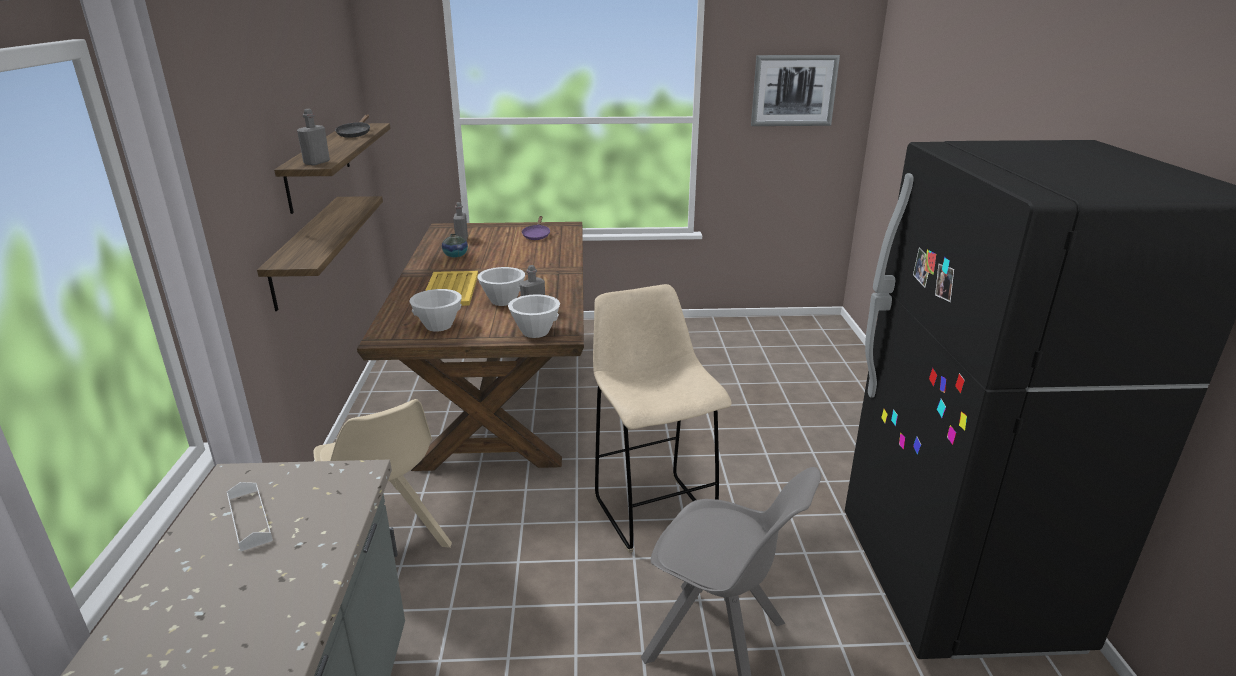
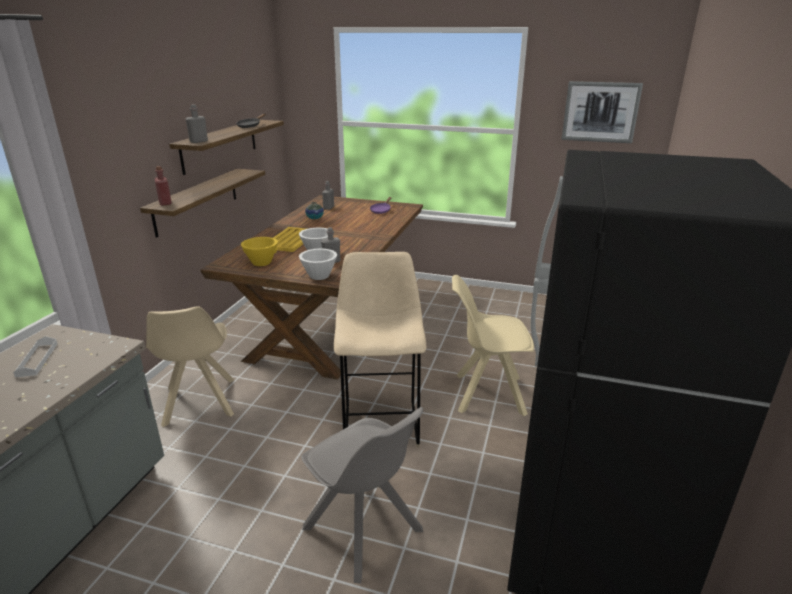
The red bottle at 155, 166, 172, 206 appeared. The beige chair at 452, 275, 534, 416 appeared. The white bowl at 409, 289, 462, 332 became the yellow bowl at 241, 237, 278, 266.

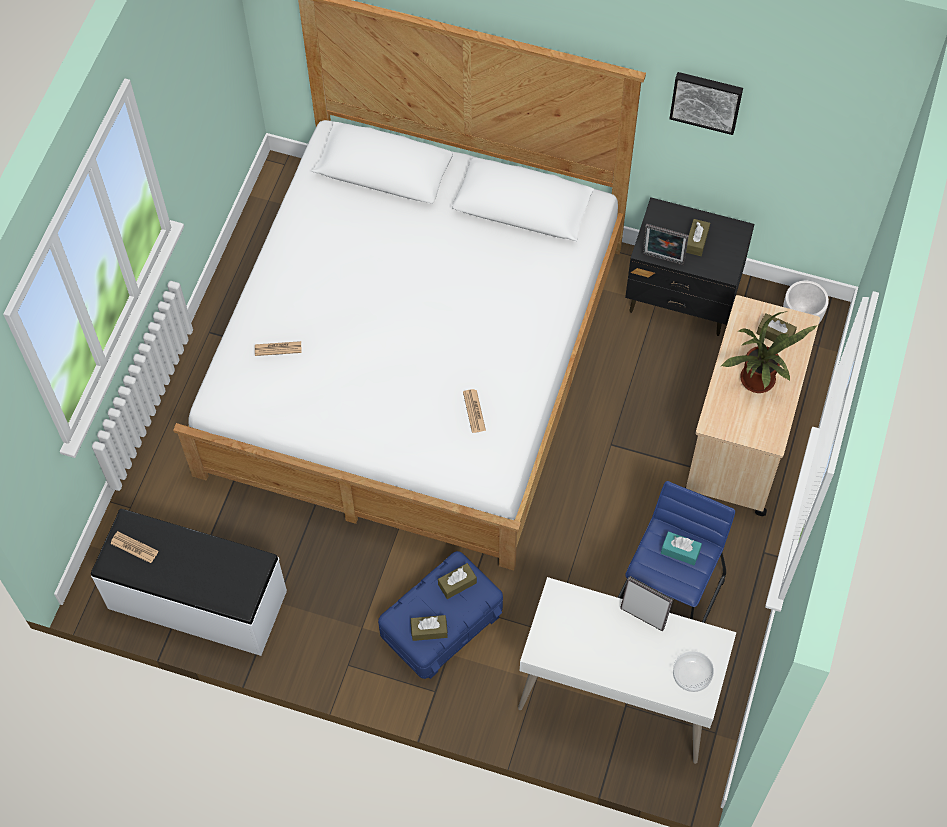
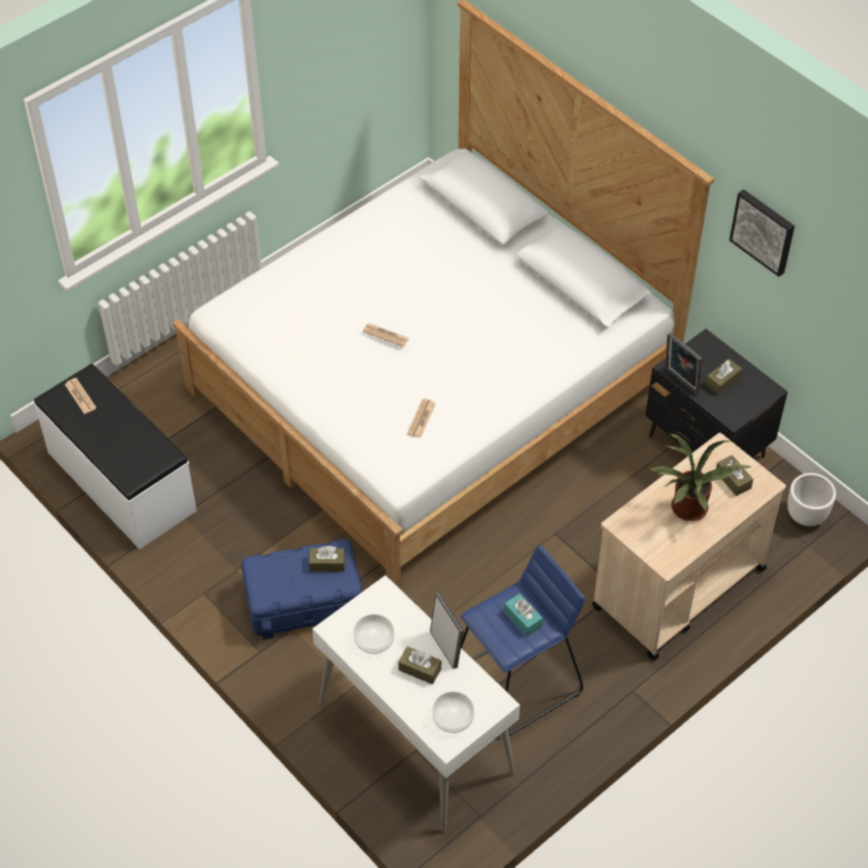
The bowl at 354, 614, 394, 654 appeared. The newspaper moved from 255, 341, 302, 356 to 363, 323, 409, 347. The brown tissue box moved from 411, 615, 448, 641 to 398, 646, 441, 684.

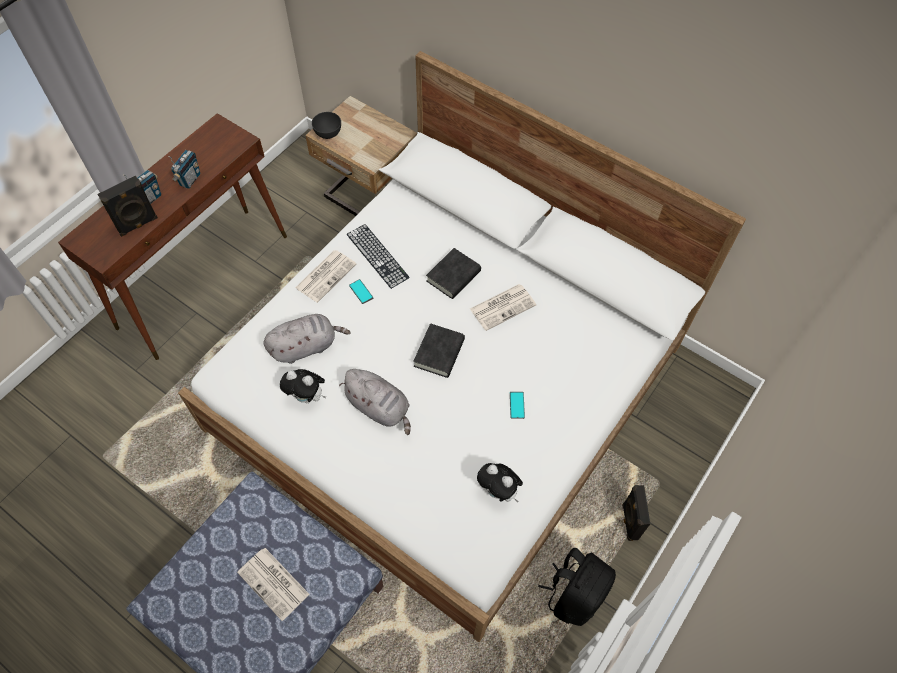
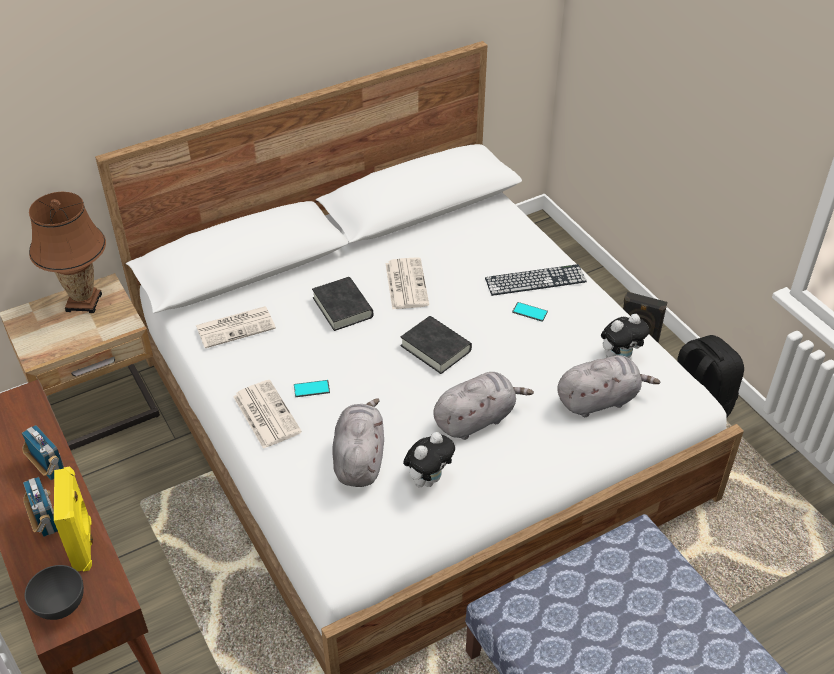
The brown table lamp at 29, 192, 106, 313 appeared. The grey plush toy at 557, 355, 660, 417 appeared. The newspaper moved from 237, 548, 310, 621 to 196, 306, 276, 348. The grey bowl moved from 312, 112, 341, 139 to 25, 565, 84, 620. The keyboard moved from 347, 224, 410, 289 to 485, 264, 587, 296. The black speaker at 97, 176, 158, 237 became the yellow speaker at 54, 466, 93, 572.

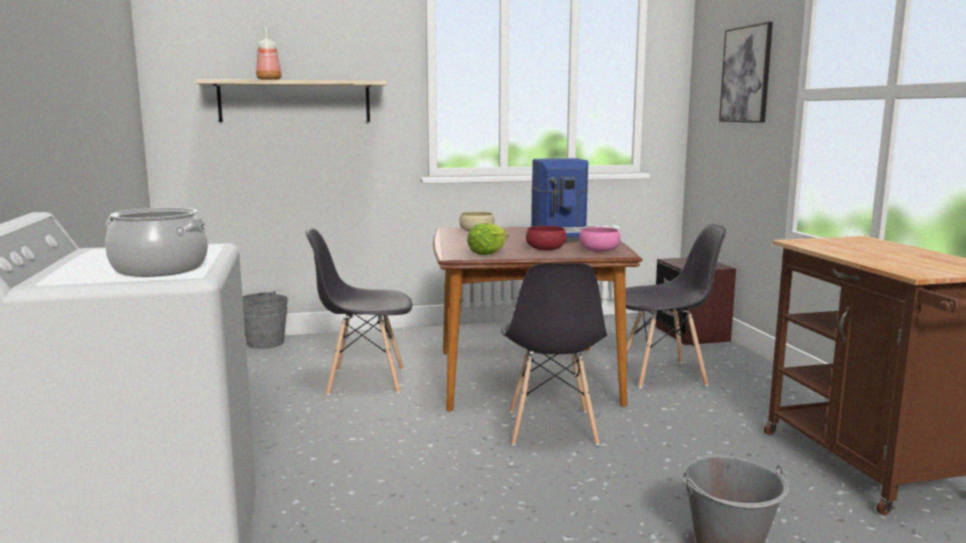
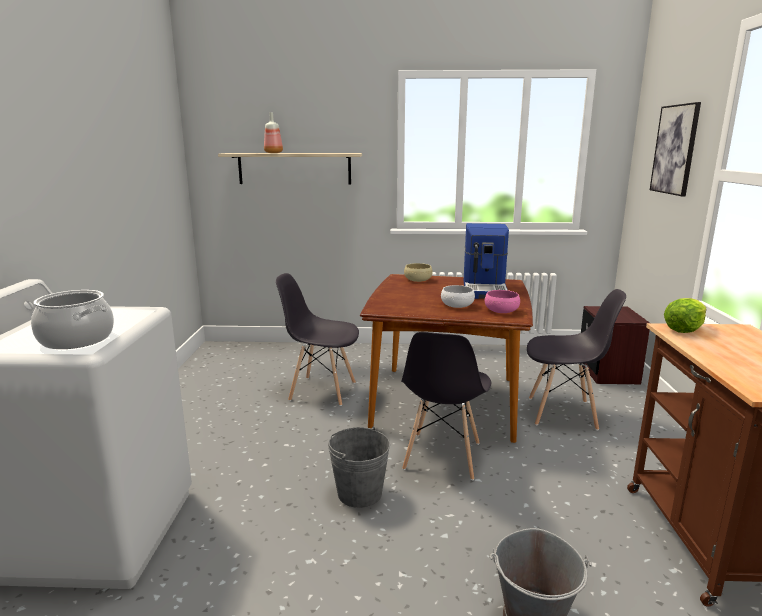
The grey bucket moved from 242, 291, 288, 349 to 328, 427, 390, 508. The lettuce moved from 467, 223, 508, 255 to 664, 298, 706, 333. The red bowl at 526, 226, 566, 250 became the white bowl at 441, 285, 475, 308.

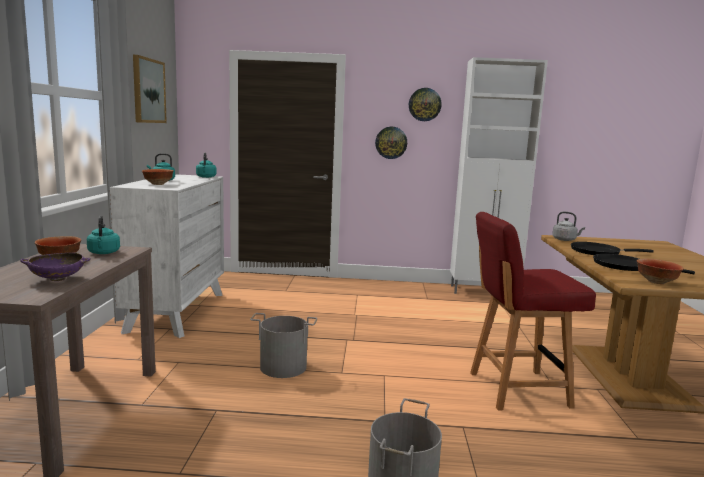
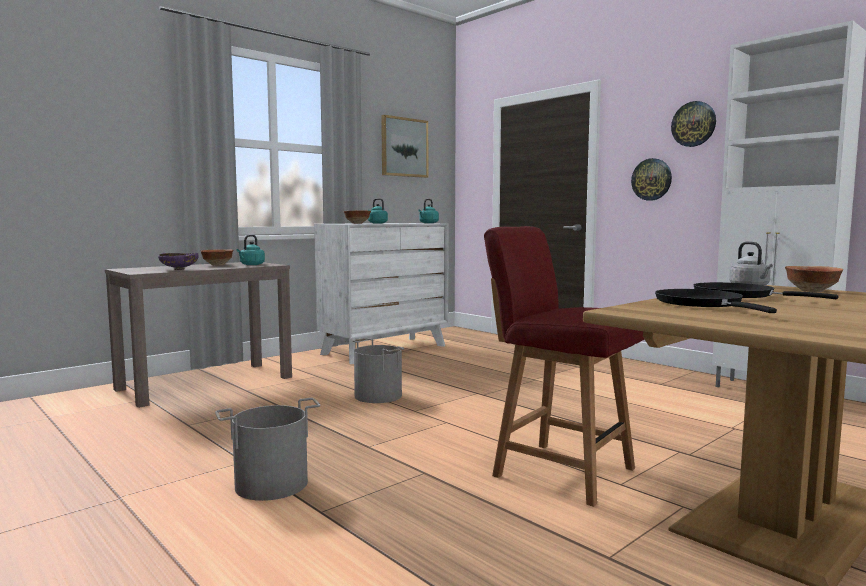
The bowl moved from 637, 258, 684, 284 to 785, 266, 843, 292.

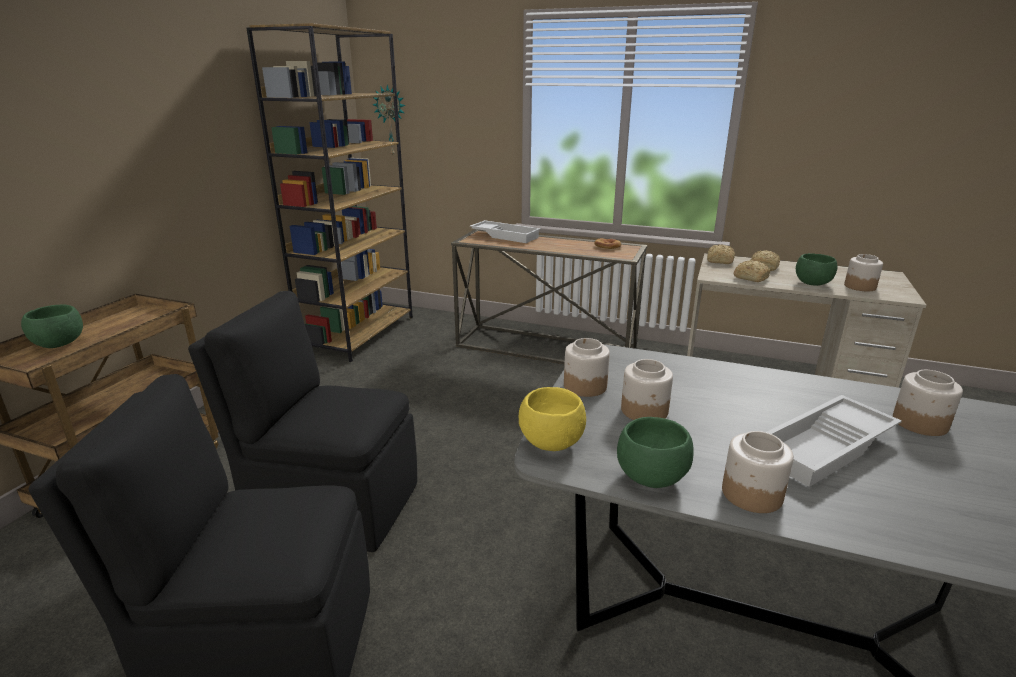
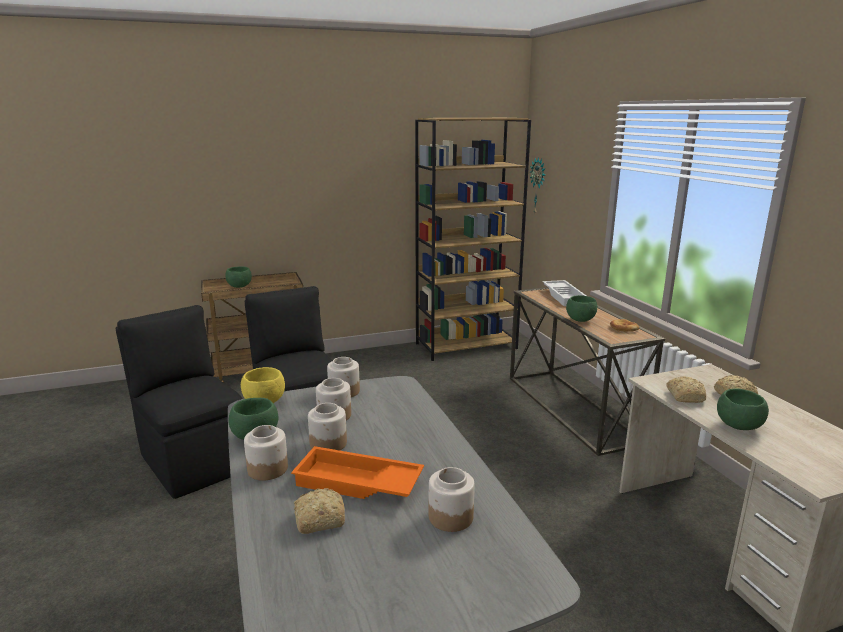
The green bowl at 566, 295, 597, 322 appeared. The bread moved from 707, 244, 735, 264 to 294, 488, 345, 534. The jar moved from 844, 254, 883, 291 to 308, 403, 347, 450. The white tray at 767, 395, 902, 487 became the orange tray at 291, 446, 424, 499.

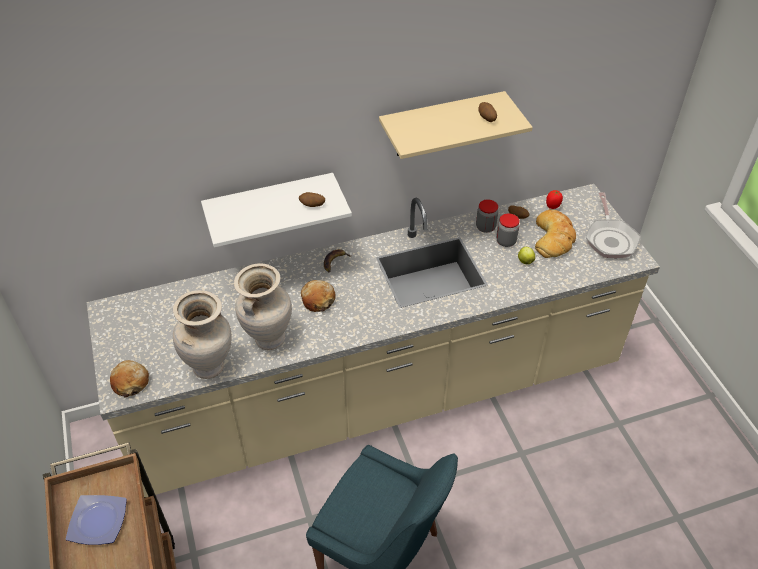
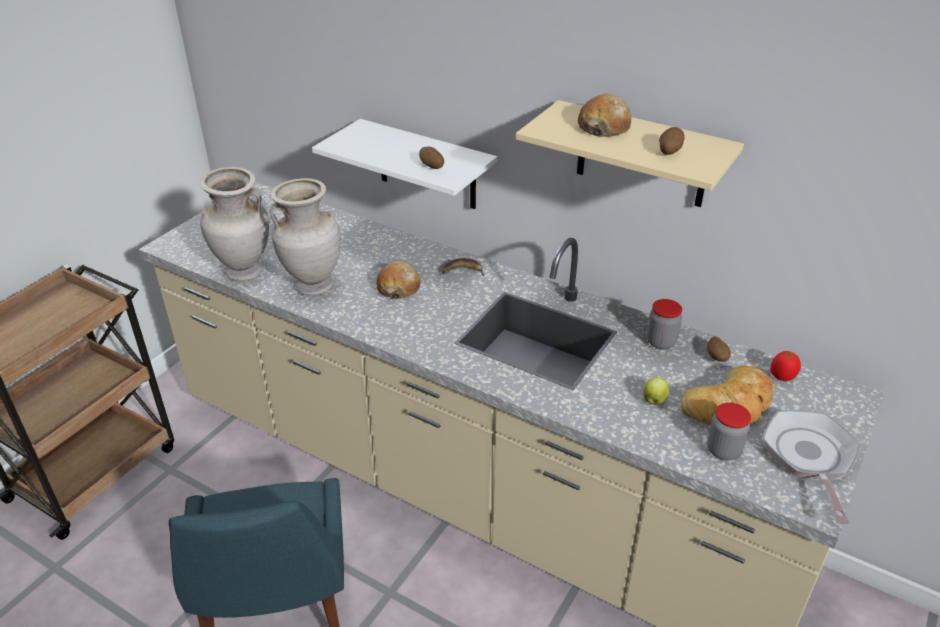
The plate at 66, 495, 127, 545 disappeared. The bread moved from 110, 360, 149, 397 to 578, 93, 631, 137. The jar moved from 496, 213, 520, 247 to 707, 403, 751, 460. The frying pan at 585, 192, 641, 258 turned 135 degrees clockwise.

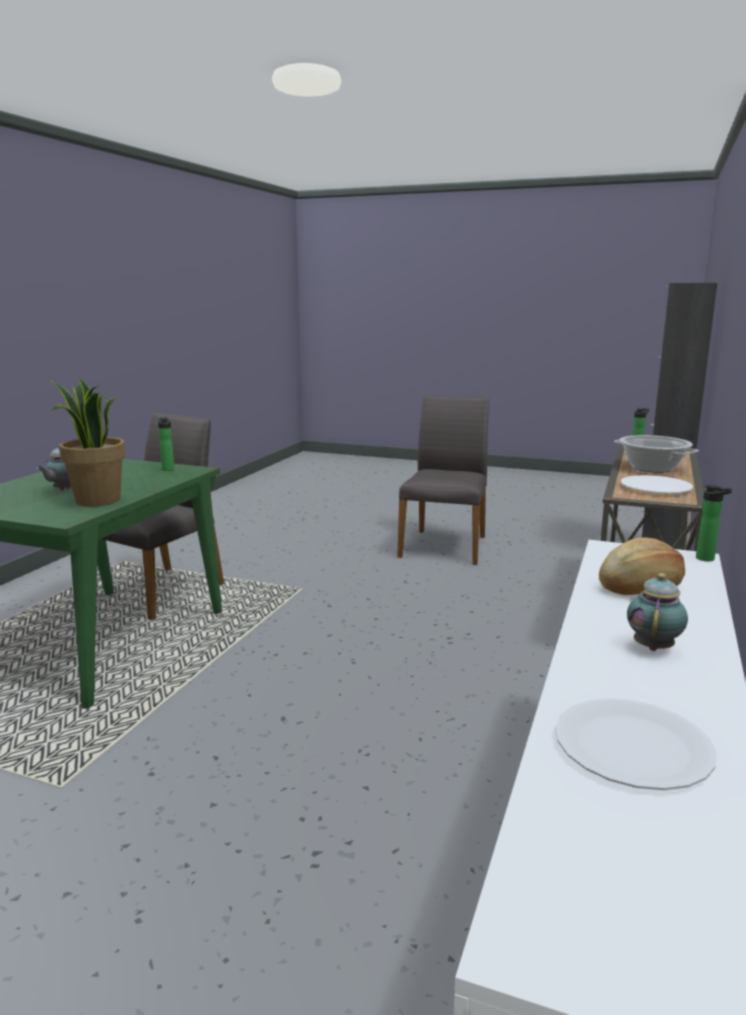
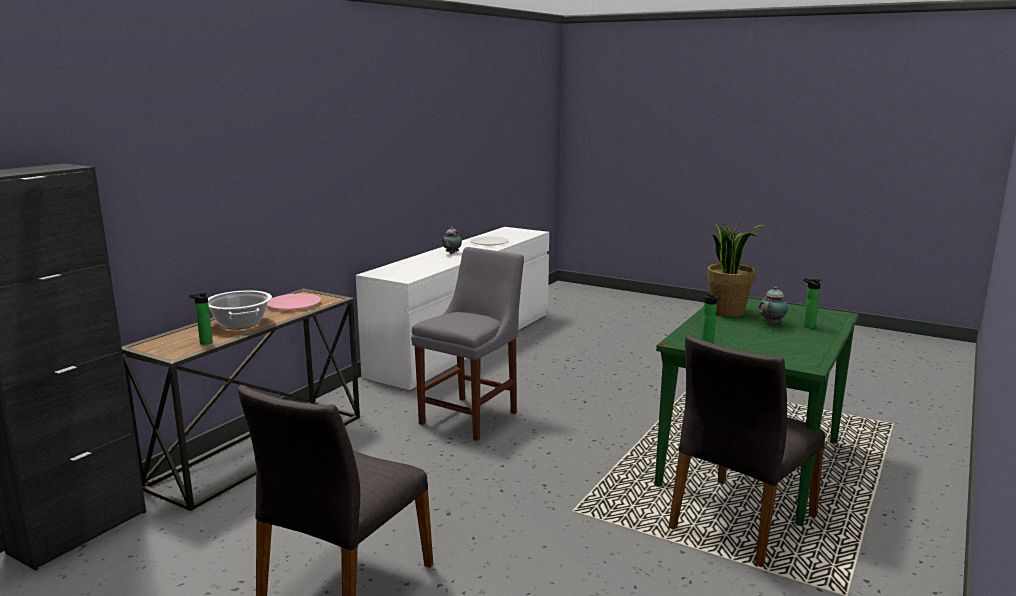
The bread at 599, 538, 685, 595 disappeared. The grey chair at 411, 247, 524, 441 appeared. The bottle moved from 696, 485, 732, 561 to 803, 278, 821, 328. The white plate at 621, 475, 693, 493 became the pink plate at 267, 294, 321, 309.

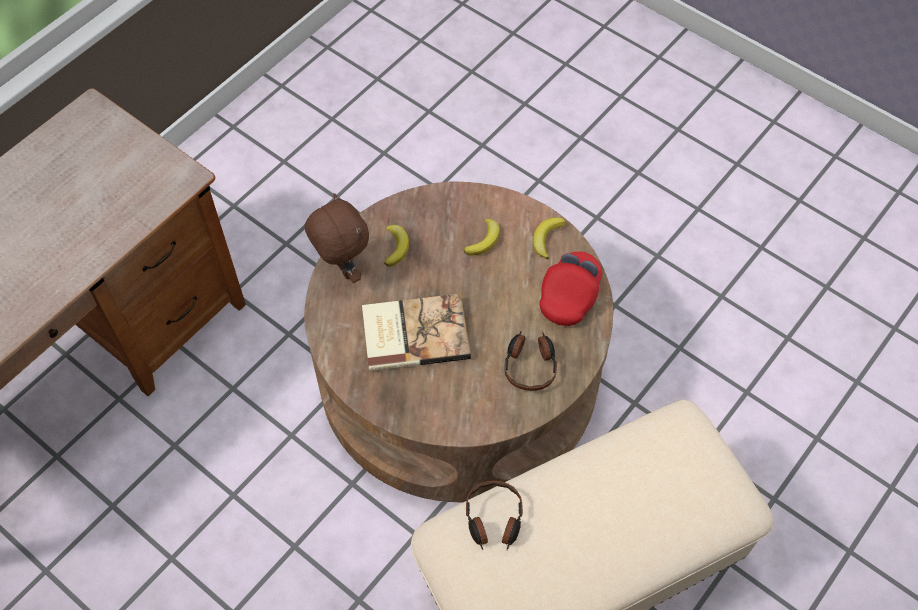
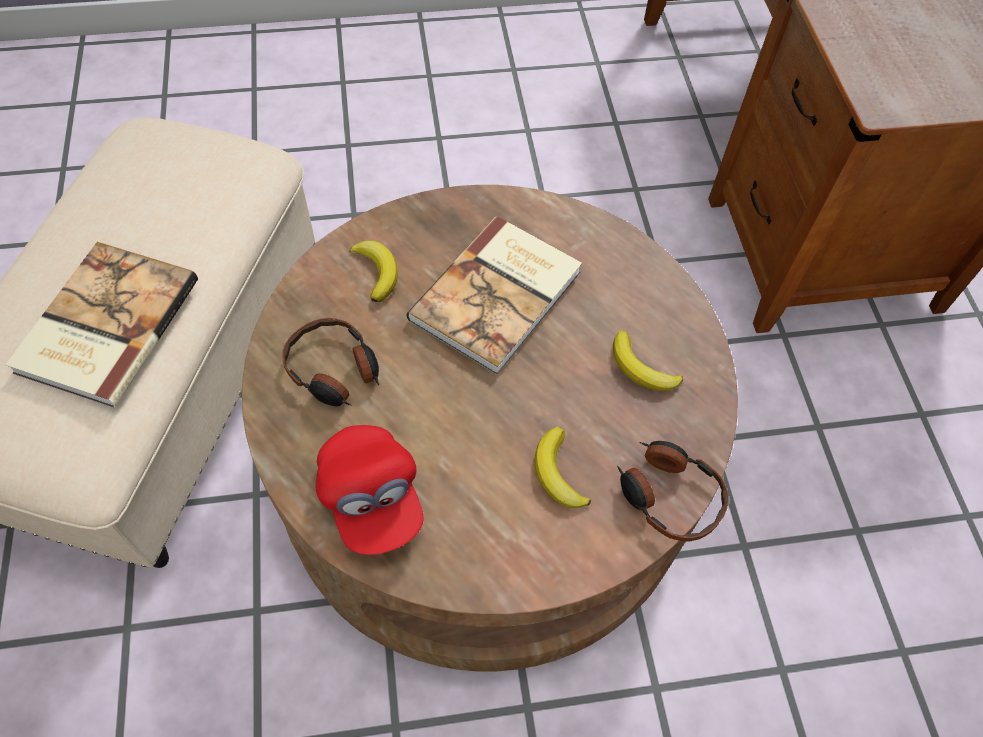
The brown plush toy at 305, 193, 369, 283 disappeared. The book at 5, 242, 198, 408 appeared. The headphones moved from 466, 481, 523, 550 to 617, 441, 729, 541. The banana moved from 533, 217, 566, 259 to 349, 240, 398, 302.

